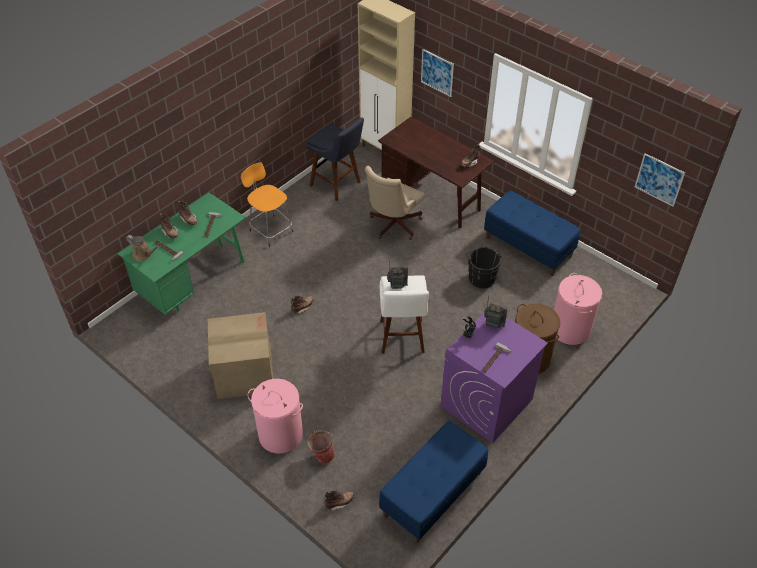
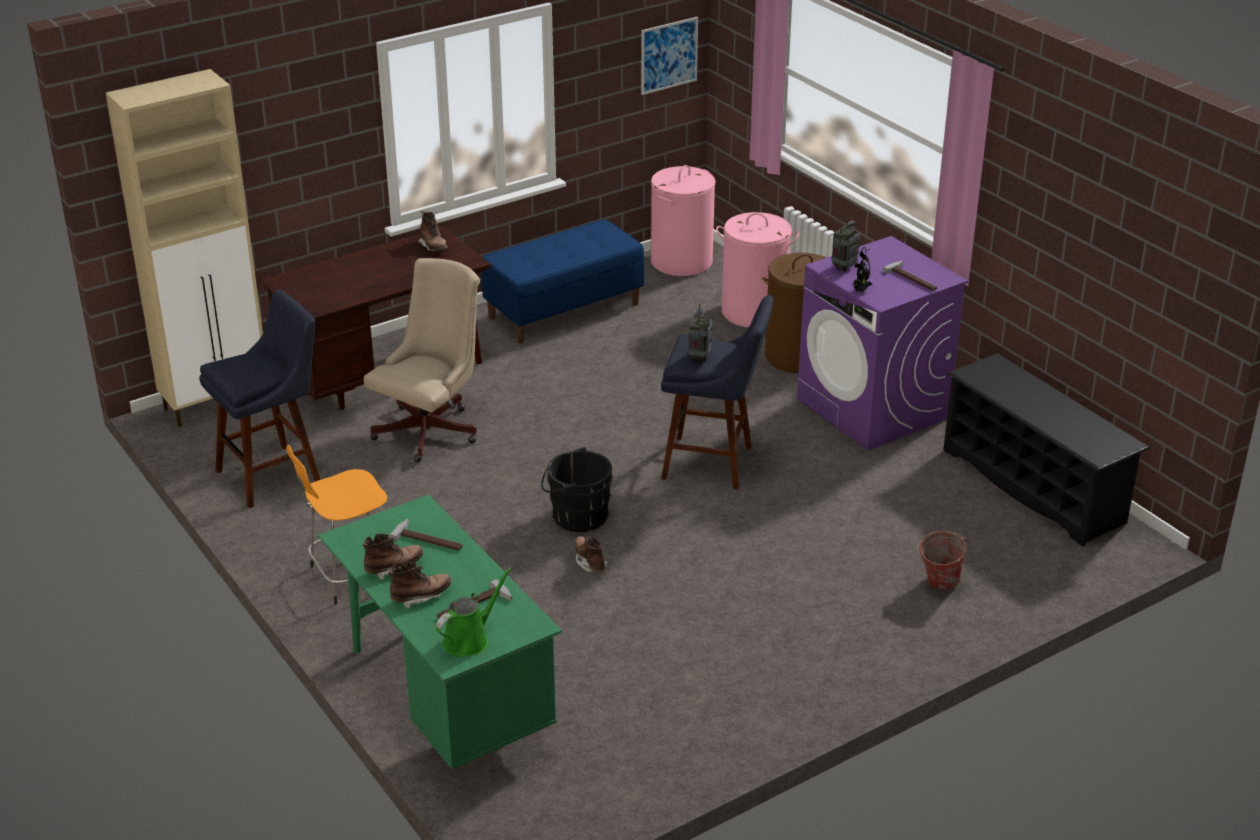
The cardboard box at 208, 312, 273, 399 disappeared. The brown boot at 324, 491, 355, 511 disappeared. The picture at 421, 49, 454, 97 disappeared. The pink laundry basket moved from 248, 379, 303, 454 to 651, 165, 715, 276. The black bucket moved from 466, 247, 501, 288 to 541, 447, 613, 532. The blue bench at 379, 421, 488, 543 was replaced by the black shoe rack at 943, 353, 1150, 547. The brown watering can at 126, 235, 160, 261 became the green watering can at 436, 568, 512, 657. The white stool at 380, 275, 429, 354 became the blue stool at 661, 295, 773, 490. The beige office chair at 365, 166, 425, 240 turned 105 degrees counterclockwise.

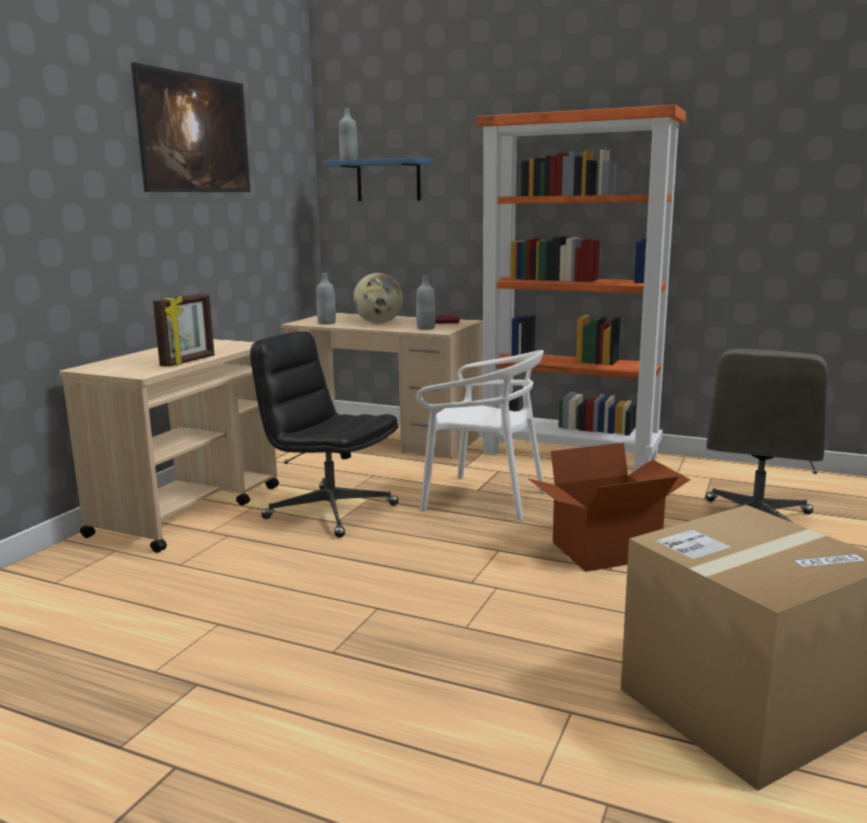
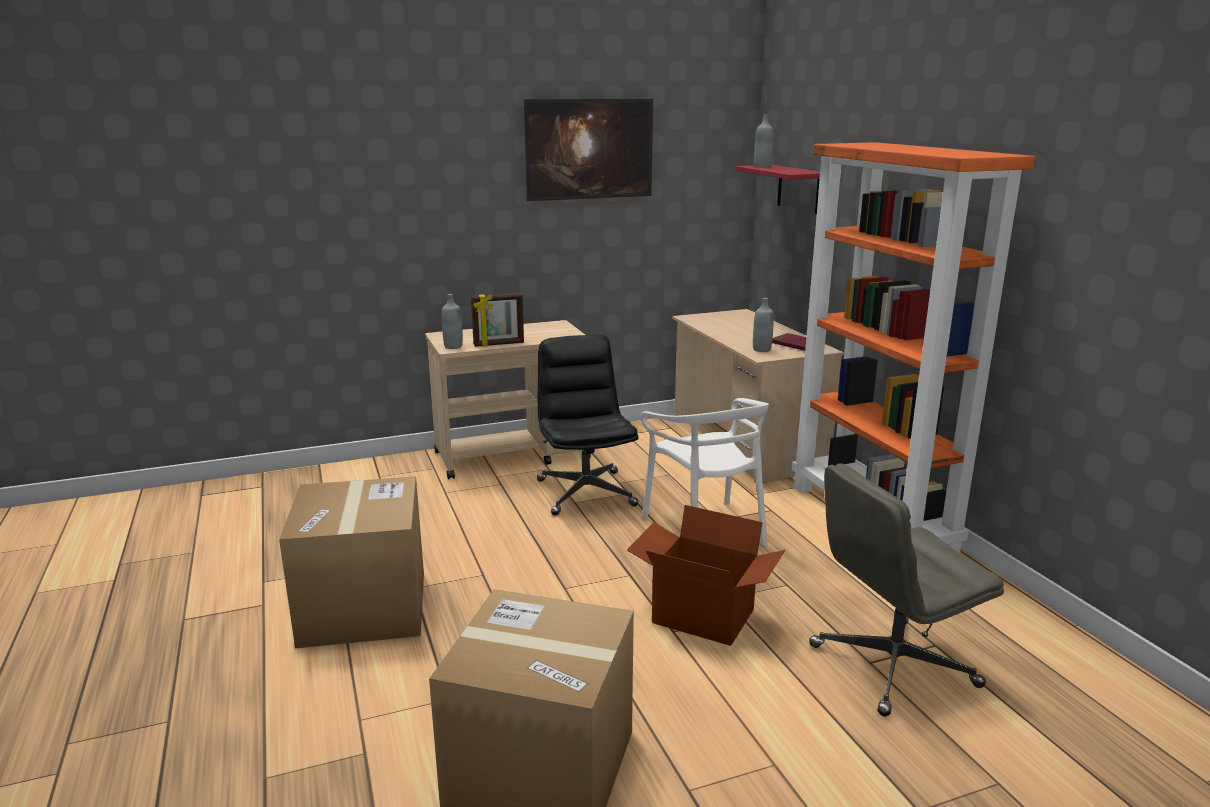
The globe at 353, 273, 403, 323 disappeared. The cardboard box at 279, 476, 424, 648 appeared. The grey bottle moved from 316, 273, 336, 324 to 442, 294, 463, 349. The blue shelf at 323, 158, 433, 201 became the red shelf at 736, 165, 820, 214.

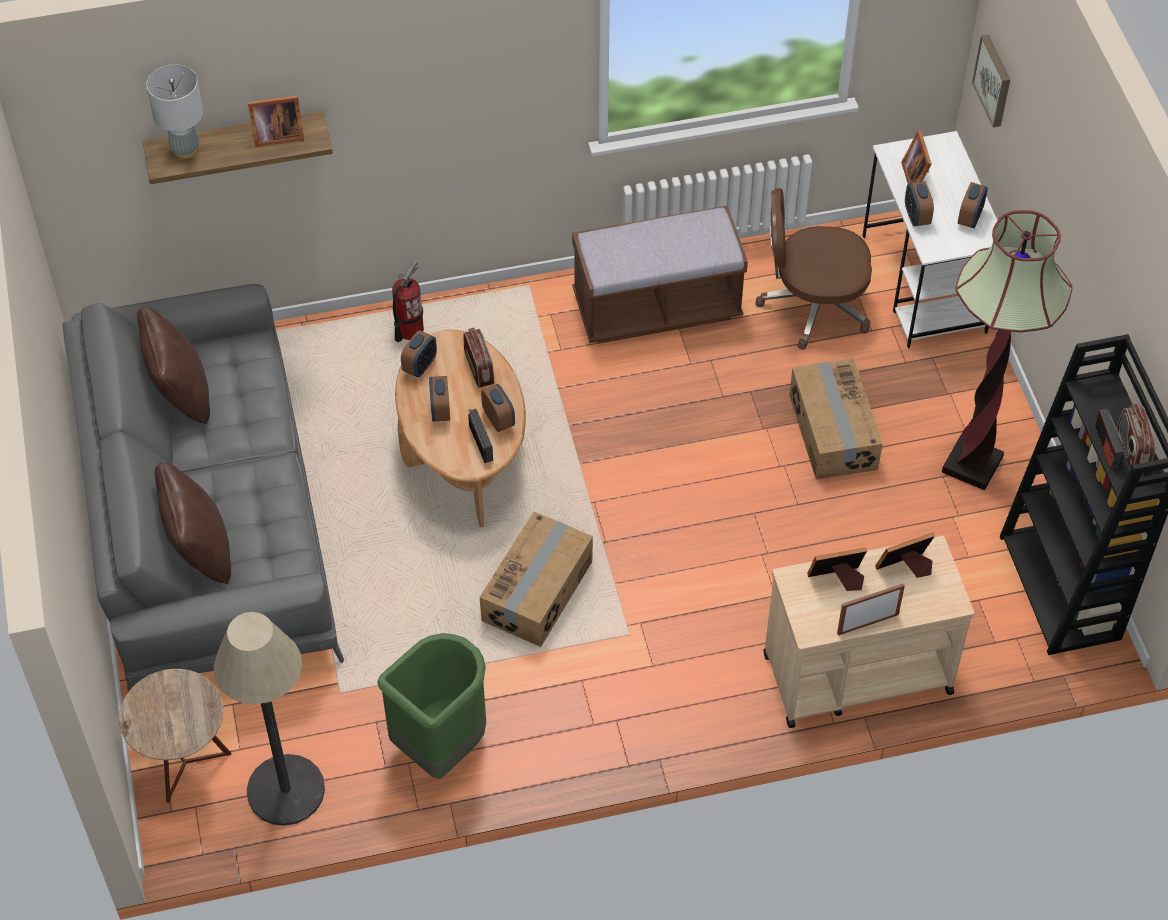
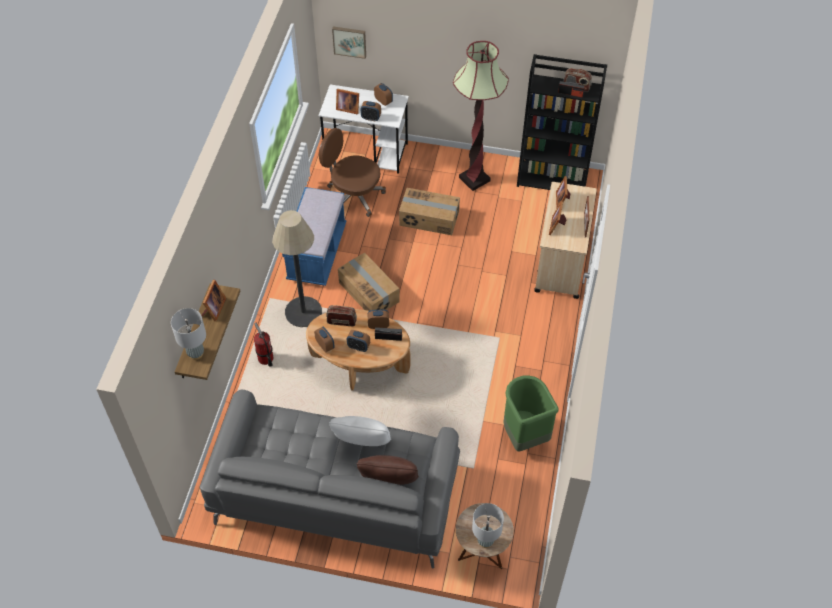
The brown pillow at 137, 306, 210, 424 disappeared. The white pillow at 329, 416, 391, 446 appeared. The grey table lamp at 472, 503, 504, 548 appeared. The floor lamp moved from 214, 612, 325, 826 to 272, 210, 322, 327. The cardboard box moved from 480, 512, 593, 647 to 338, 252, 399, 311. The brown bench at 572, 206, 748, 344 became the blue bench at 282, 187, 346, 286. The brown office chair at 755, 188, 872, 350 turned 90 degrees clockwise.

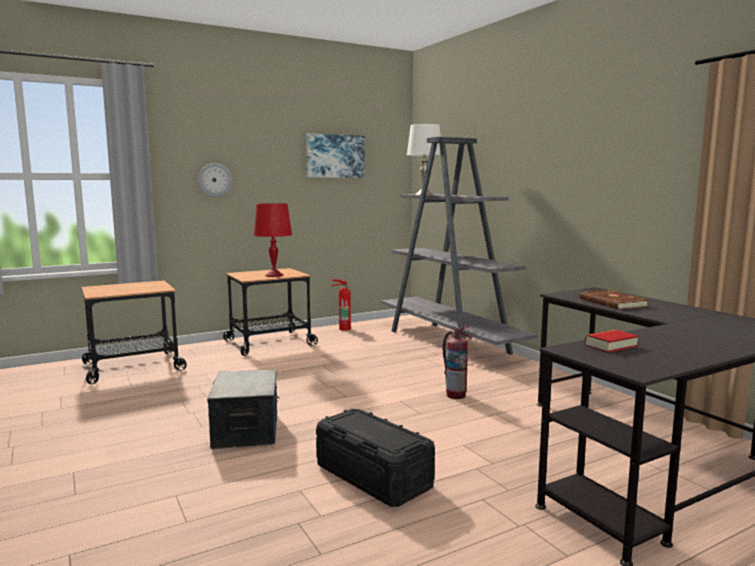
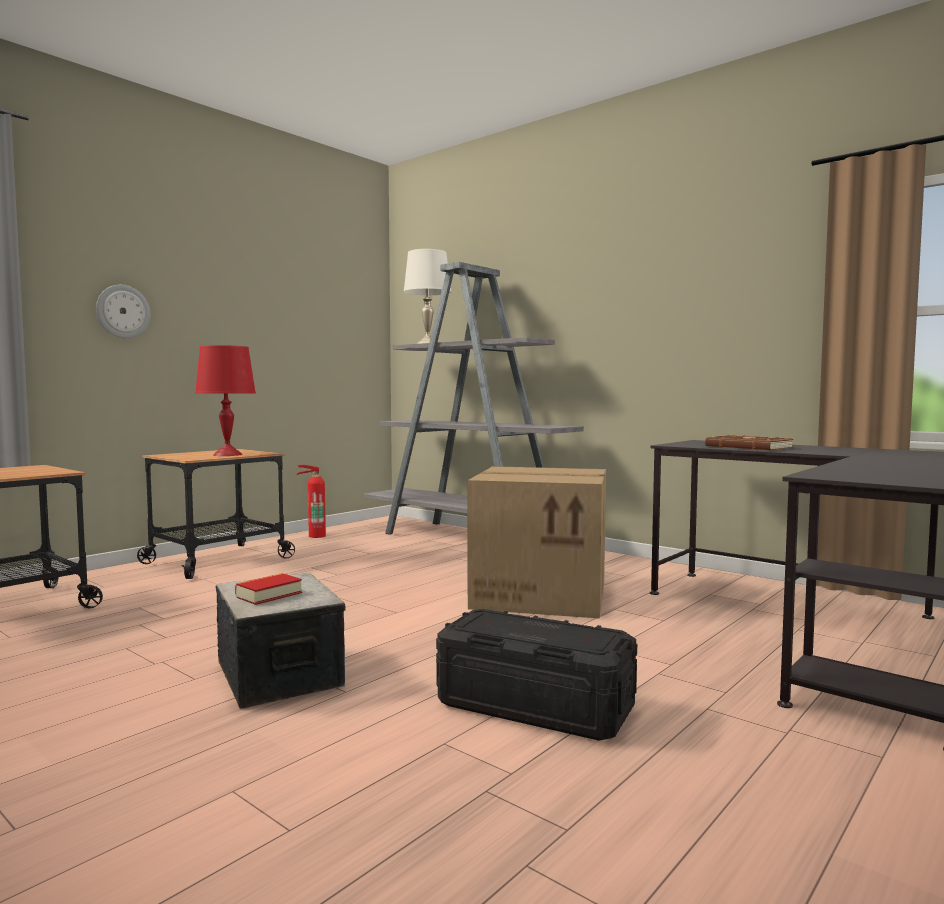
The picture at 306, 133, 365, 178 disappeared. The book moved from 585, 330, 639, 353 to 235, 573, 302, 605. The fire extinguisher at 443, 327, 472, 399 was replaced by the cardboard box at 468, 466, 606, 618.

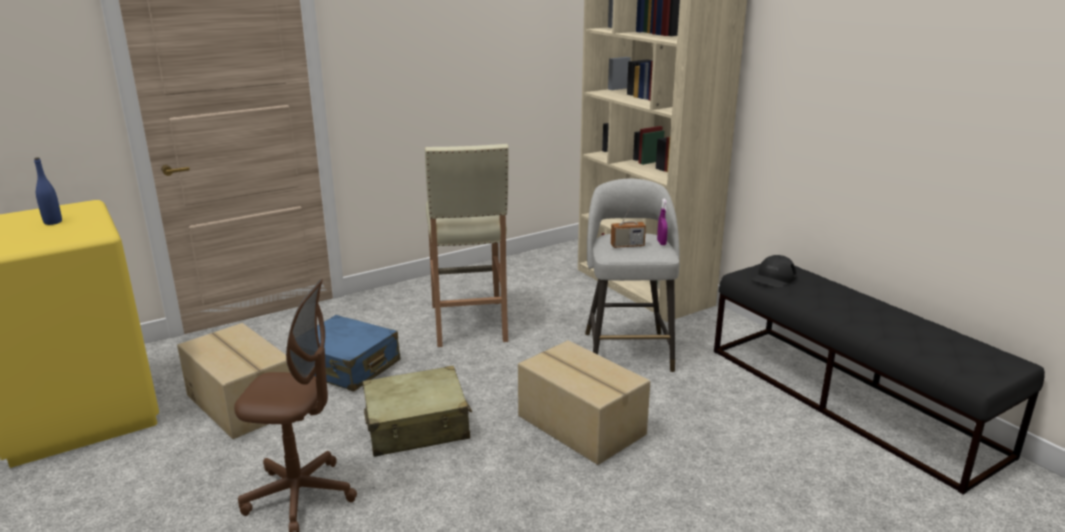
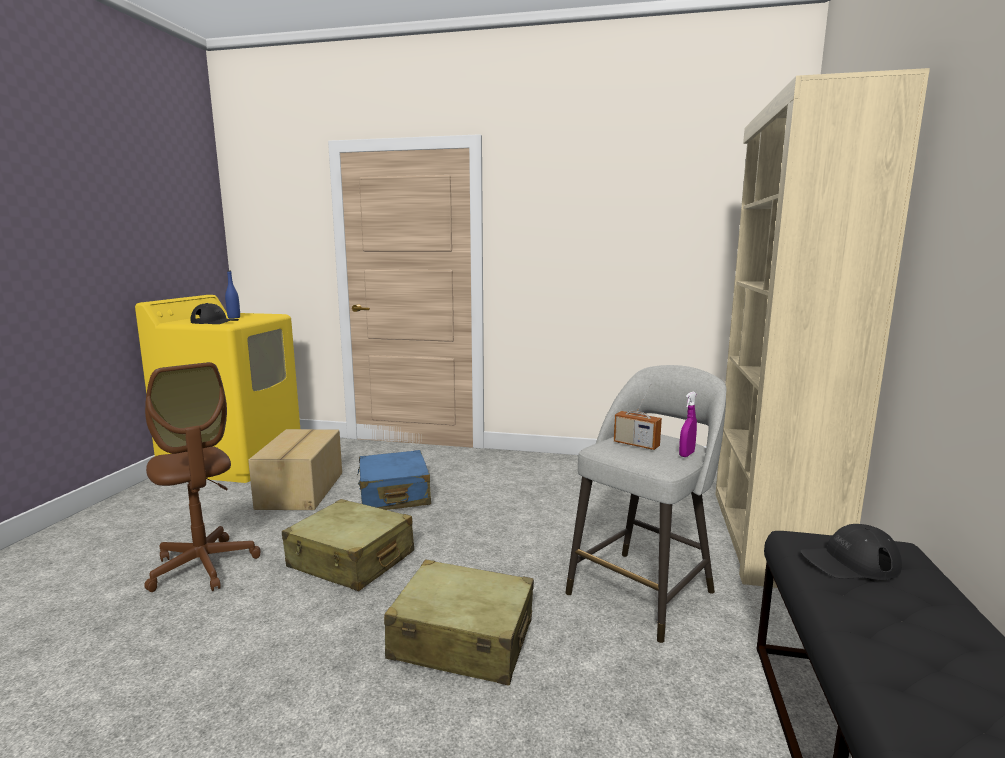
The beige stool at 425, 144, 509, 347 disappeared. The black cap at 191, 303, 239, 324 appeared. The cardboard box at 518, 340, 650, 465 was replaced by the beige suitcase at 384, 559, 534, 685.

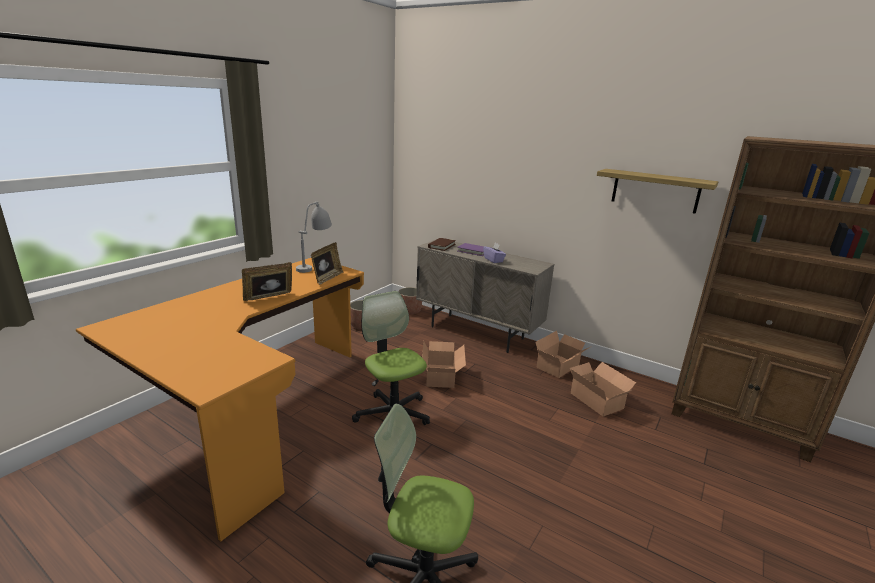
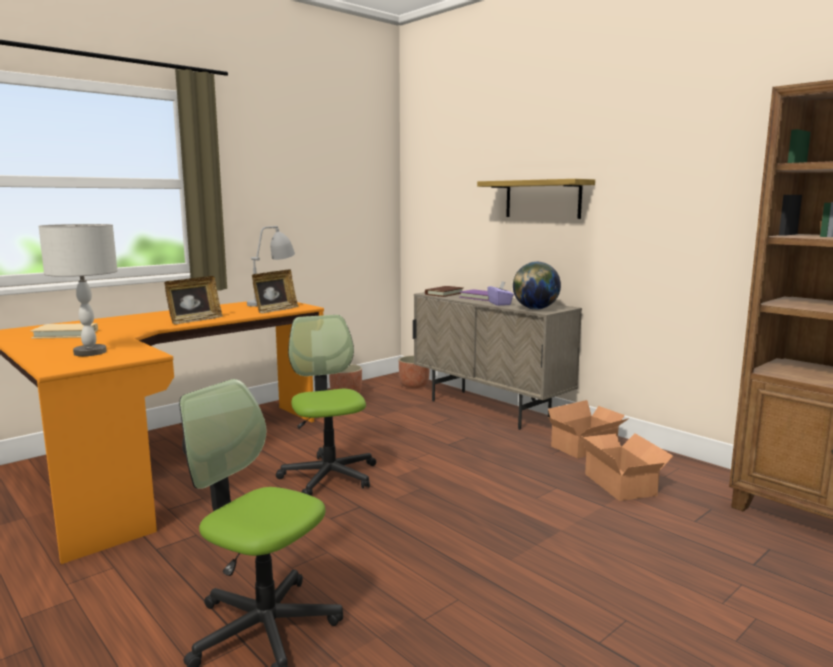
The cardboard box at 422, 341, 466, 388 disappeared. The beige book at 30, 323, 98, 339 appeared. The grey table lamp at 38, 224, 118, 356 appeared. The globe at 513, 262, 561, 310 appeared. The shelf moved from 597, 169, 718, 214 to 477, 179, 595, 219. The picture frame at 242, 262, 292, 301 turned 150 degrees clockwise.

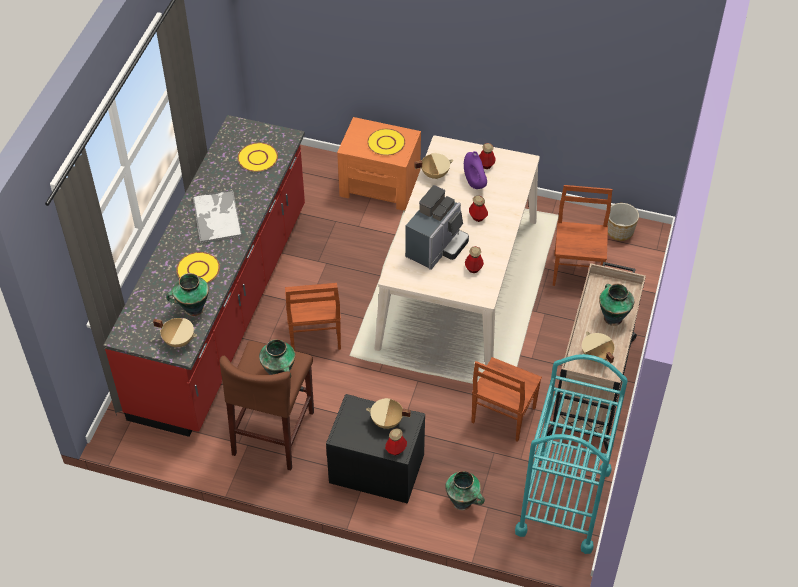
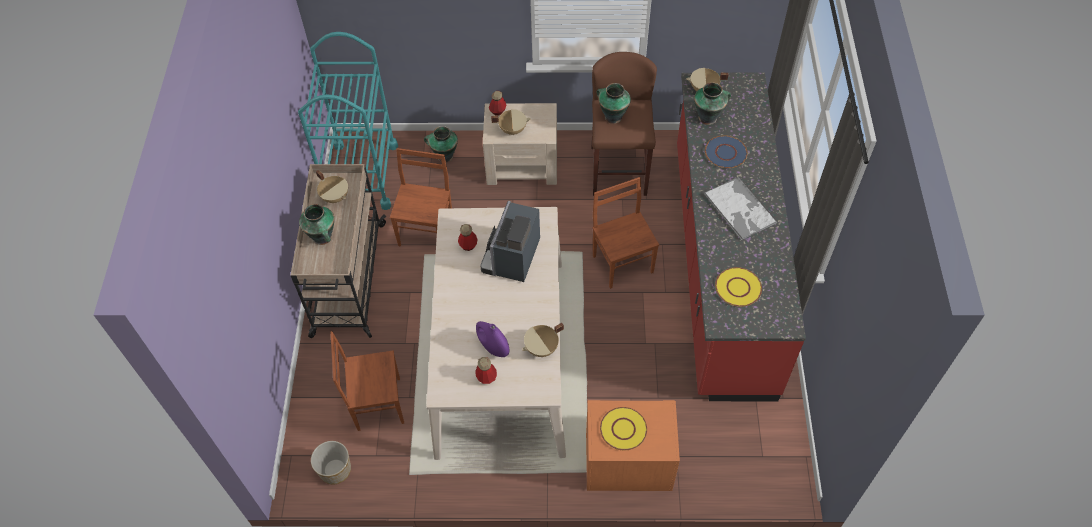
The bottle at 469, 195, 488, 222 disappeared. The yellow plate at 176, 252, 220, 283 became the blue plate at 705, 135, 747, 168. The black nightstand at 326, 394, 425, 504 became the beige nightstand at 483, 103, 557, 185. The brown chair at 553, 185, 612, 286 turned 90 degrees clockwise.

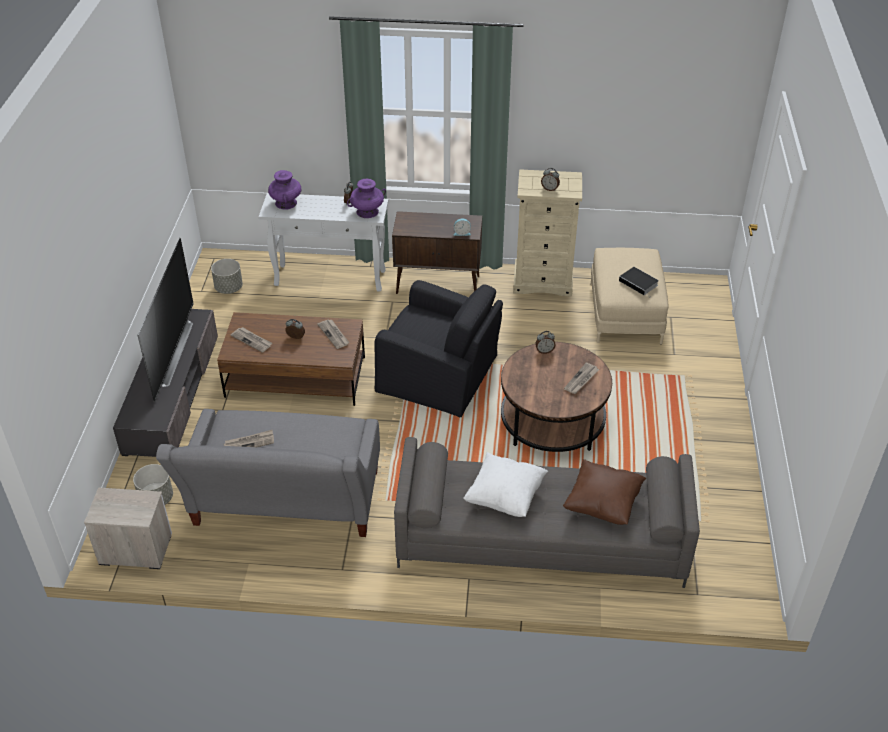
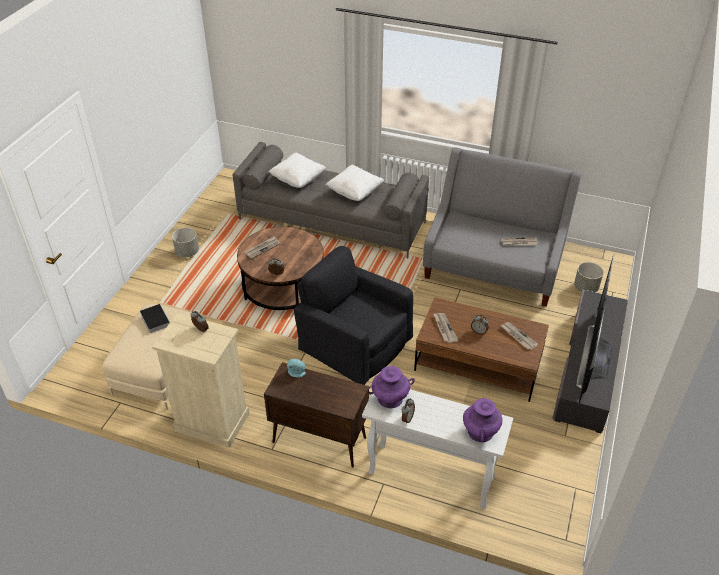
The nightstand at 84, 487, 172, 569 disappeared. The grey planter moved from 211, 259, 243, 294 to 172, 228, 199, 257. The brown pillow at 563, 459, 646, 525 became the white pillow at 268, 153, 326, 188.

